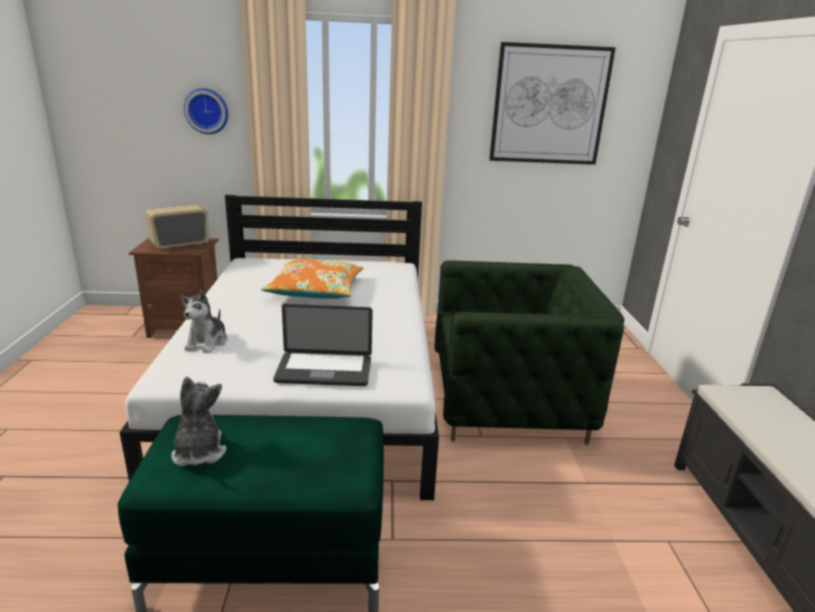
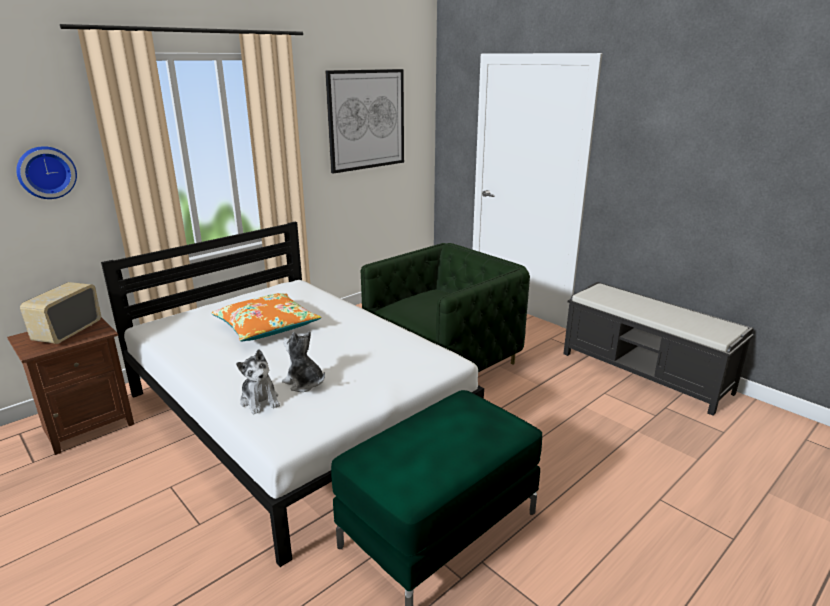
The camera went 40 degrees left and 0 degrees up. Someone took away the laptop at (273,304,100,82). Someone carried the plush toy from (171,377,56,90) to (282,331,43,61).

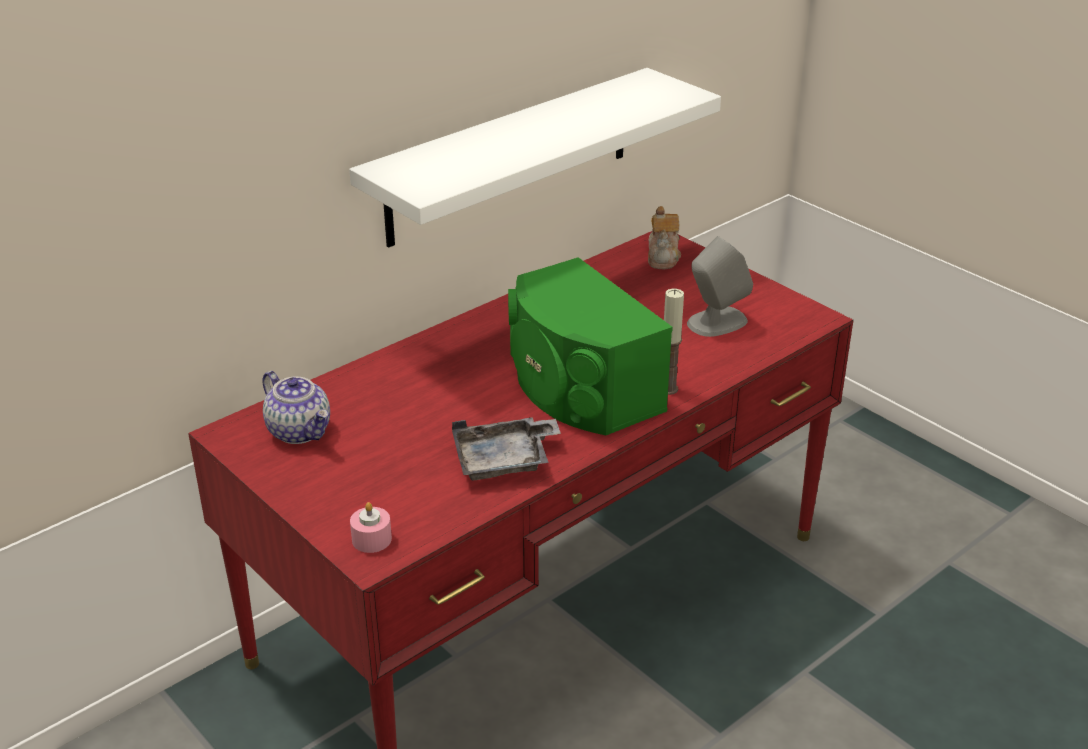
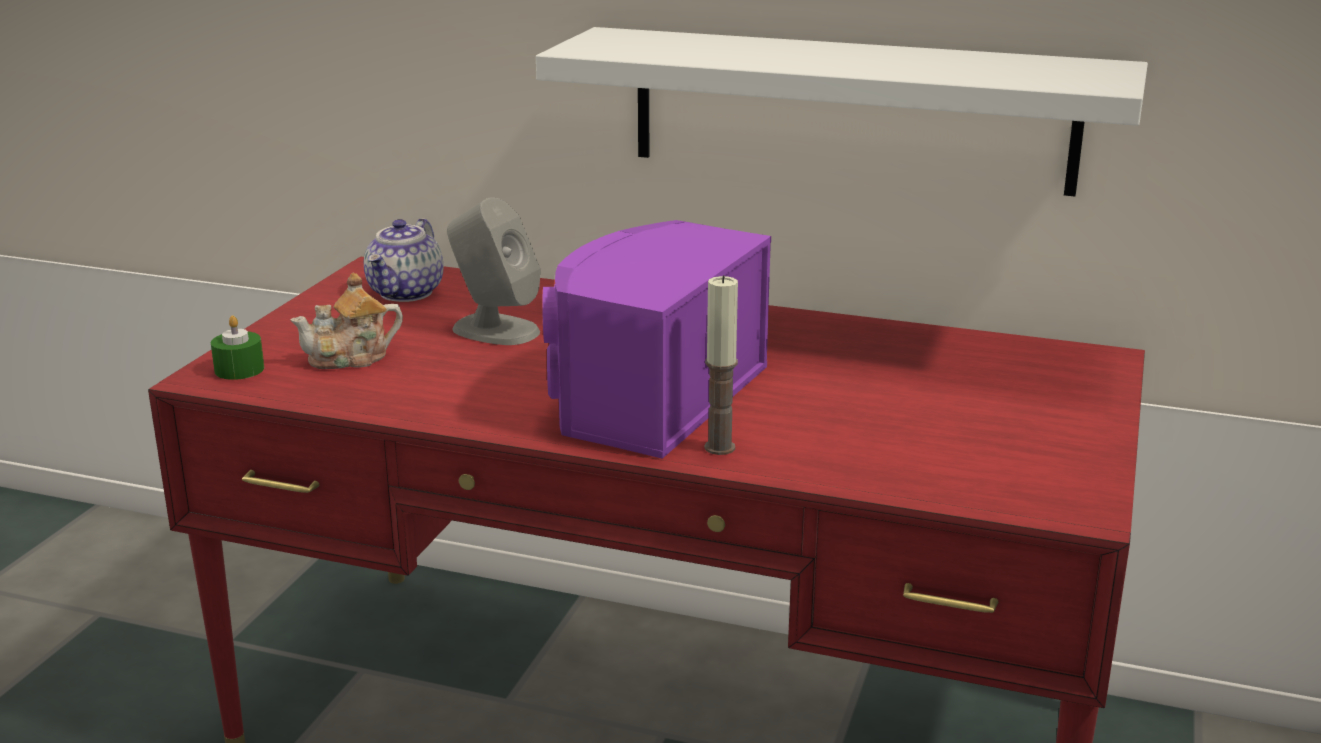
The camera went 60 degrees right and 10 degrees down. Someone carried the teapot from (648,206,33,63) to (290,273,113,96). Someone carried the grey speaker from (687,236,66,101) to (447,197,93,148). Someone repainted the green speaker at (508,257,165,178), which became the purple speaker at (542,220,229,239). Someone took away the grey tray at (452,417,109,63). Someone repainted the pink candle at (350,502,42,51), which became the green candle at (211,316,53,64).

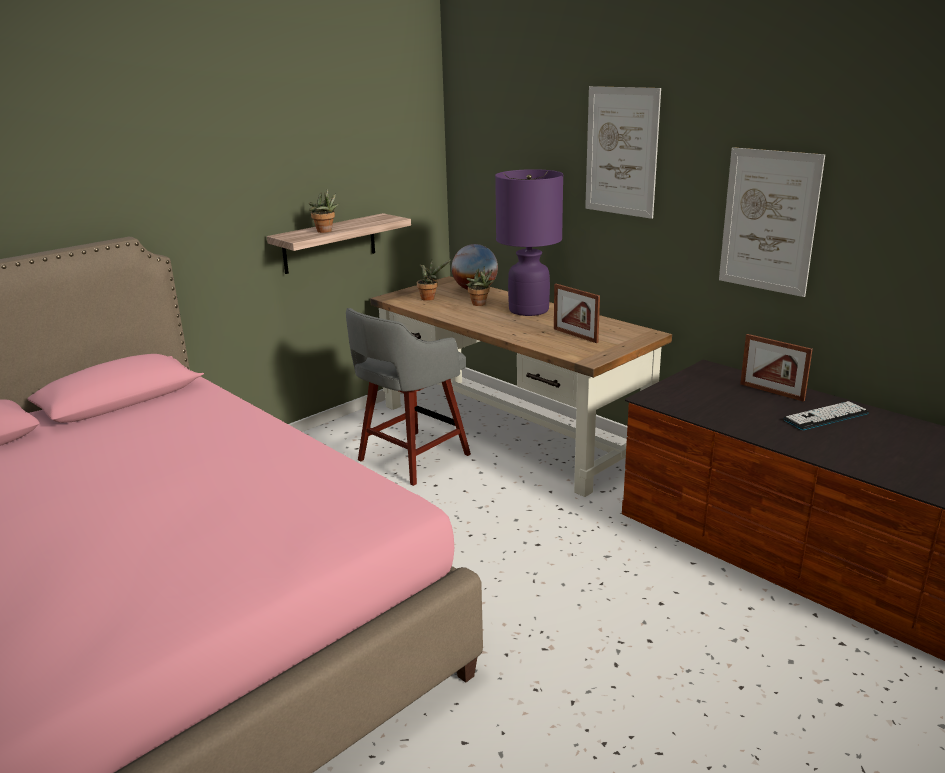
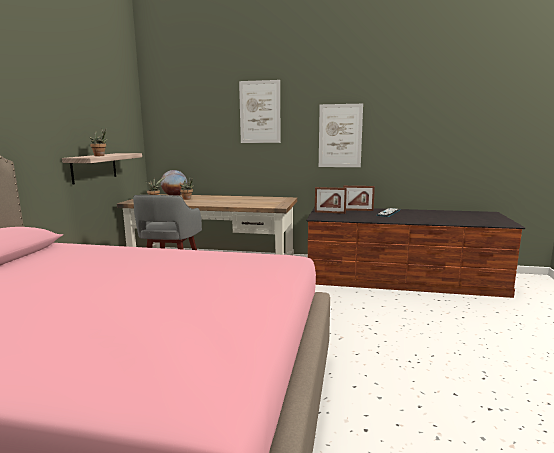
The camera went 35 degrees left and 10 degrees down. Someone took away the purple table lamp at (495,169,68,147). Someone carried the picture frame from (554,284,46,59) to (315,187,32,27).

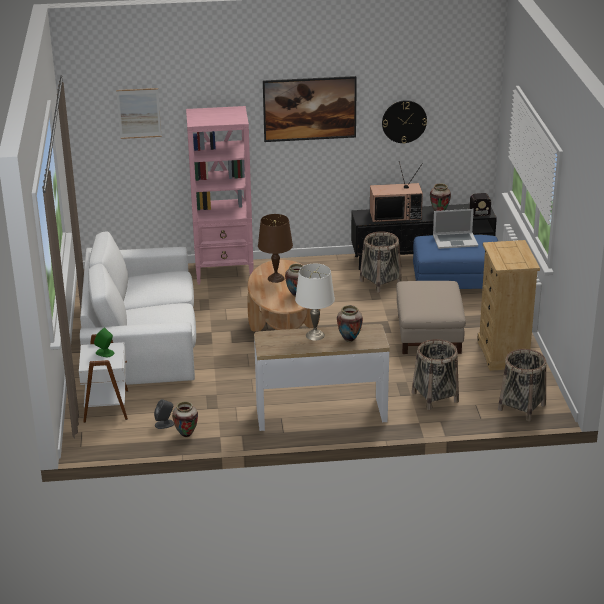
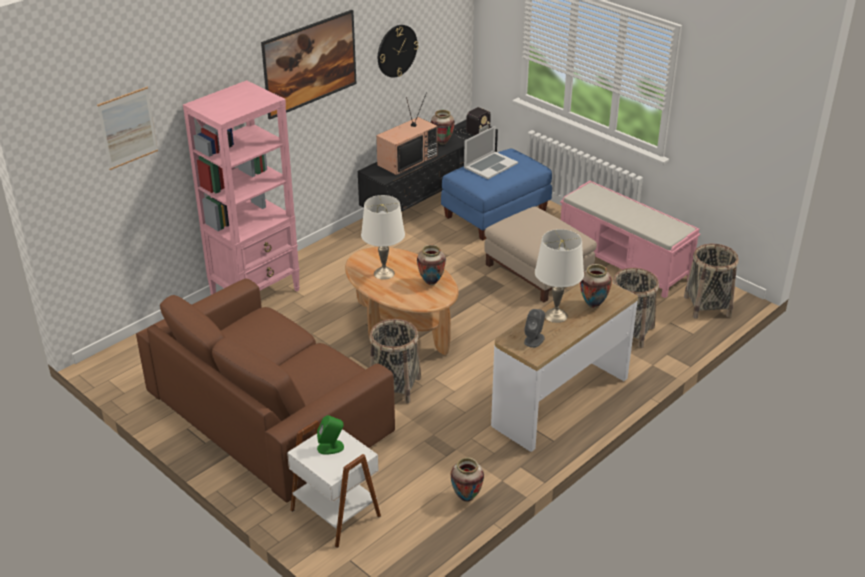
The camera went 40 degrees left and 5 degrees up. Someone repainted the brown table lamp at (258,214,35,69), which became the white table lamp at (361,195,44,85). Someone repainted the white sofa at (80,231,116,154), which became the brown sofa at (136,279,259,224). Someone carried the basket from (360,232,42,61) to (369,319,52,84). Someone swapped the beige dresser at (477,240,63,131) for the pink bench at (560,181,140,117). Someone carried the grey speaker from (154,399,20,30) to (524,309,21,39).

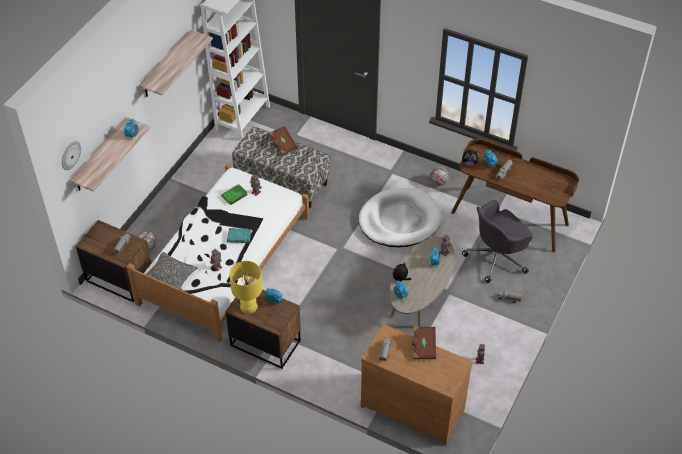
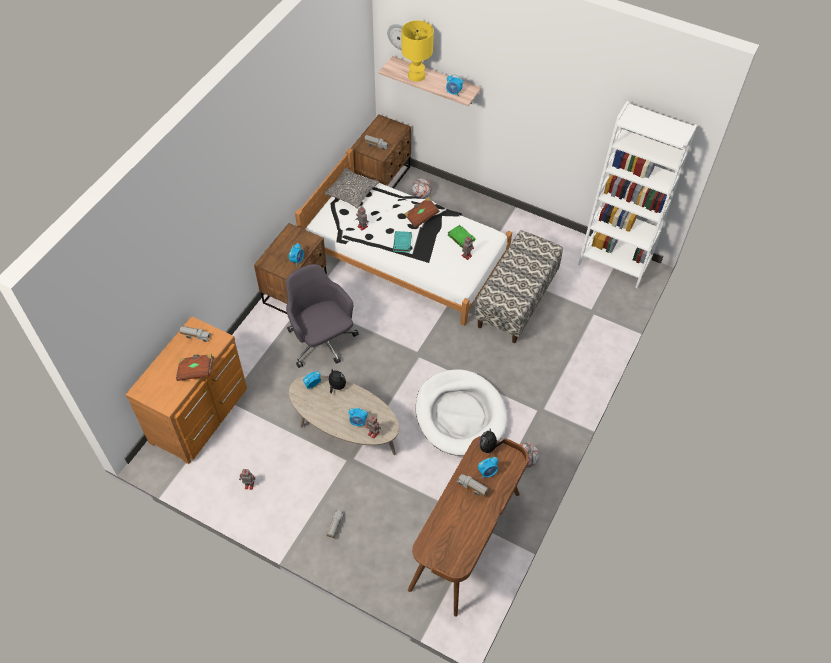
The camera went 90 degrees right and 5 degrees up. Someone took away the shelf at (138,30,75,67). Someone carried the brown book from (269,126,29,29) to (404,197,36,31). Someone carried the grey office chair from (462,200,71,83) to (286,264,73,104). Someone carried the yellow table lamp from (229,261,34,53) to (402,20,32,62).

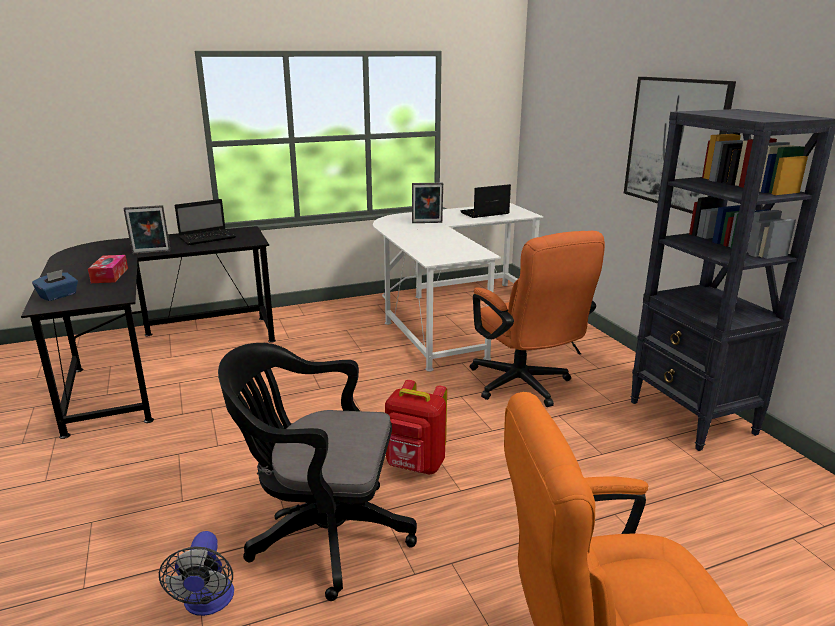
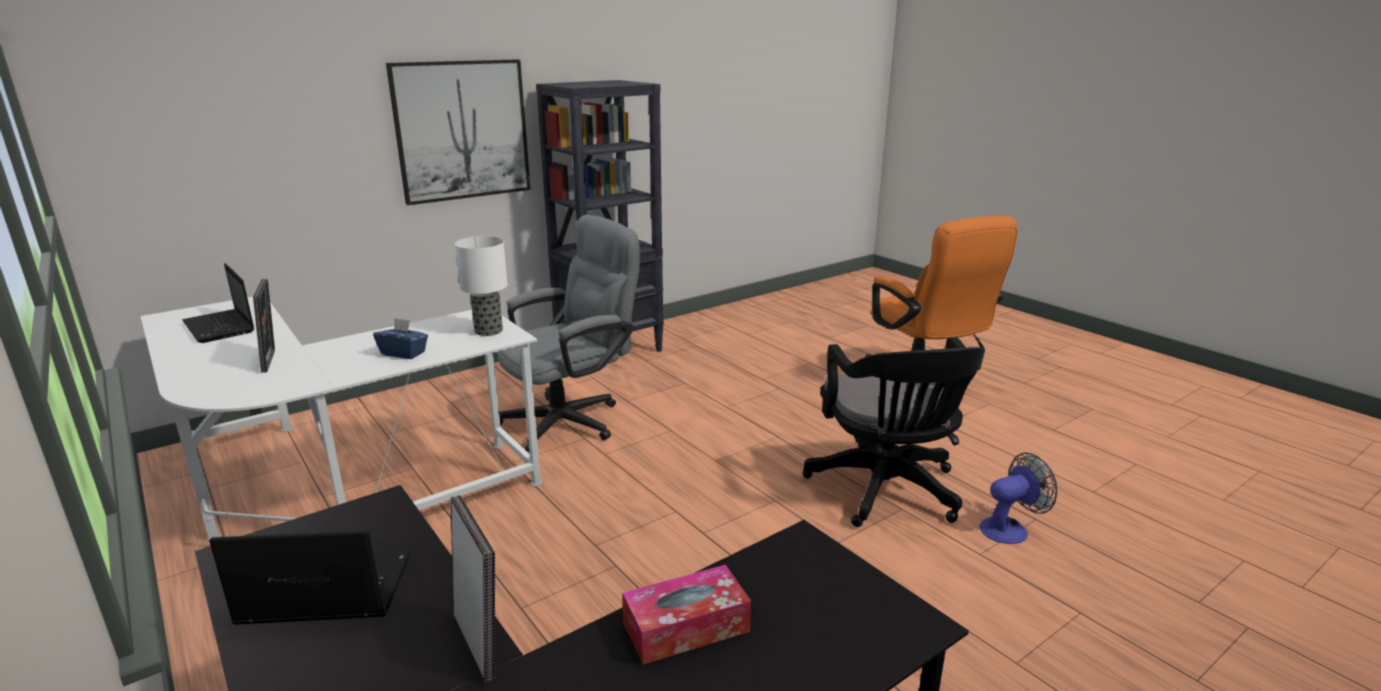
The camera went 105 degrees left and 0 degrees up. Someone rotated the laptop at (175,199,61,46) by 45 degrees counterclockwise. Someone repainted the orange office chair at (470,231,135,176), which became the grey office chair at (497,215,143,238). Someone carried the blue tissue box from (32,269,46,32) to (373,318,55,41). Someone took away the red backpack at (385,380,62,95). Someone put down the table lamp at (455,236,53,100).

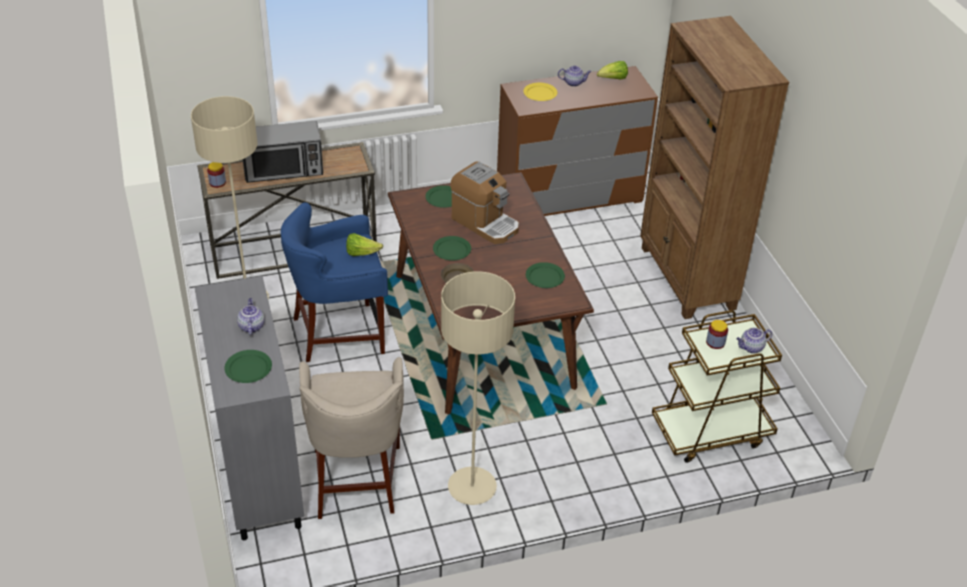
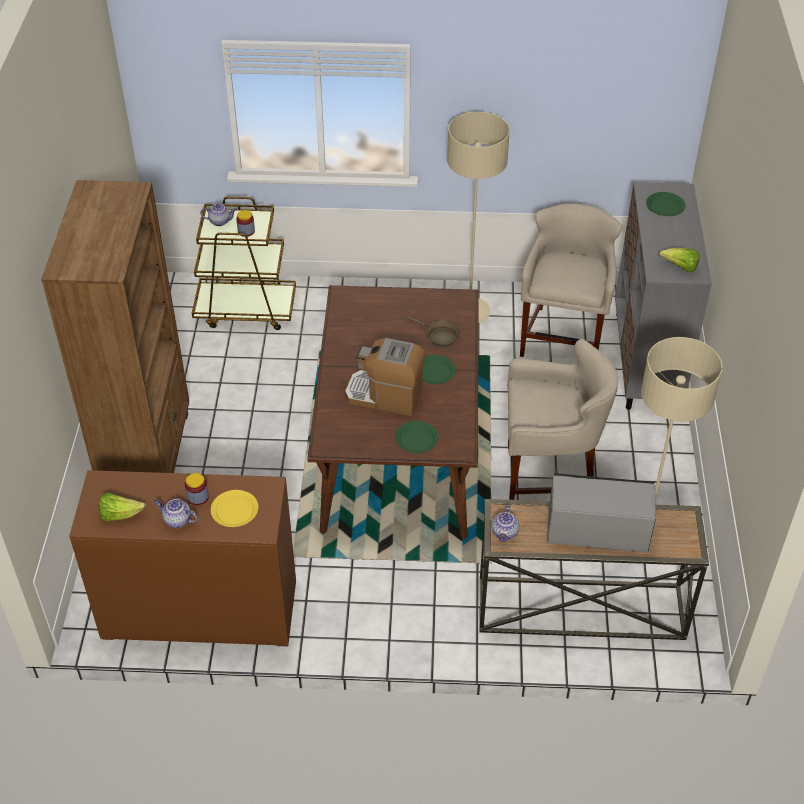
The camera went 160 degrees left and 5 degrees up. Someone rotated the coffee machine at (450,161,69,83) by 45 degrees counterclockwise. Someone carried the jar from (207,162,19,26) to (185,473,24,32). Someone repainted the blue stool at (281,202,107,160), which became the beige stool at (507,339,111,161). Someone carried the lettuce from (346,233,37,23) to (659,248,40,24). Someone took away the green plate at (526,262,39,26). Someone carried the teapot from (237,298,28,37) to (491,505,28,37).

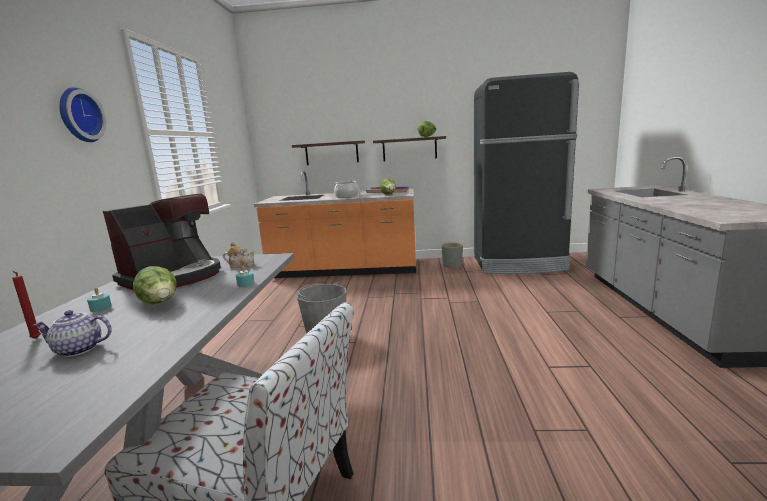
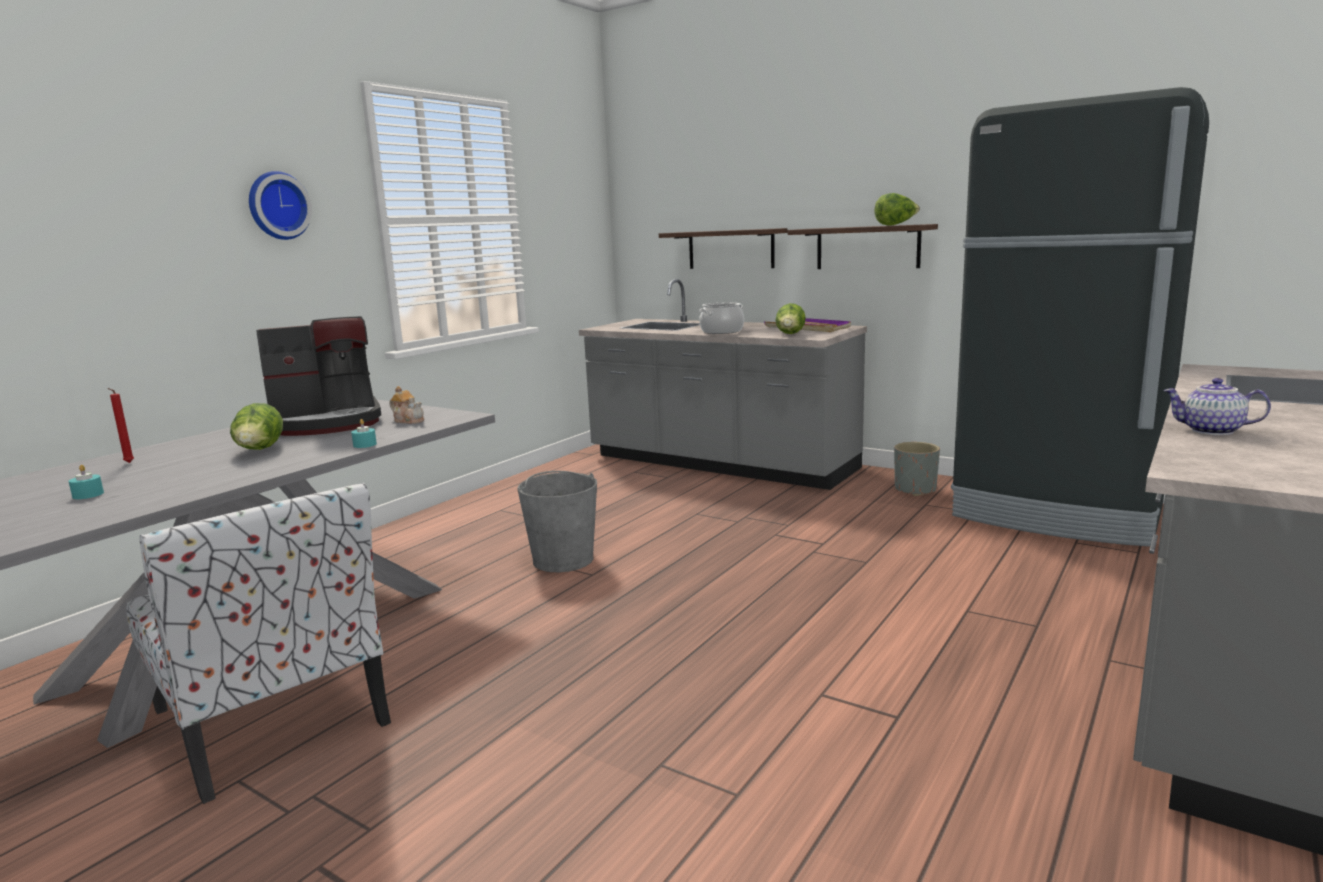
The camera went 30 degrees right and 0 degrees up. Someone repainted the orange counter at (254,171,162,107), which became the grey counter at (579,279,288,211). Someone carried the turquoise candle from (87,288,25,24) to (68,465,36,34). Someone carried the teapot from (33,310,79,47) to (1163,378,108,57).

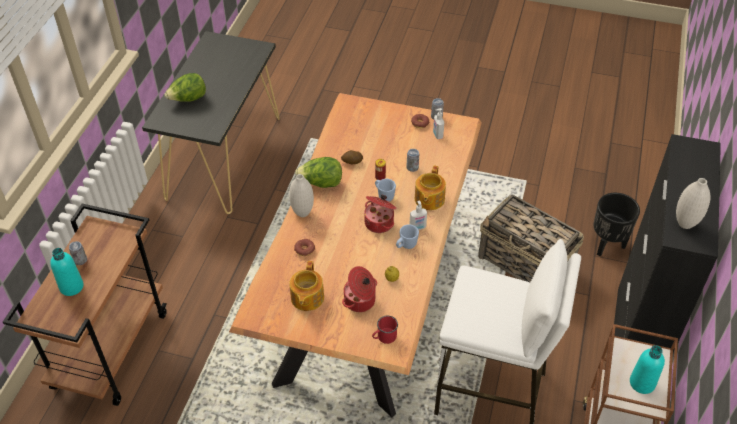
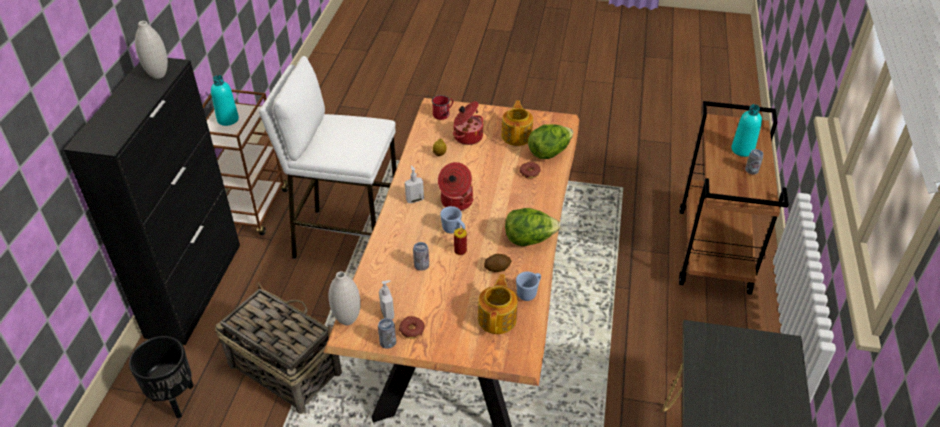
The camera went 175 degrees right and 5 degrees down. Someone carried the lettuce from (165,73,41,29) to (528,124,45,35). Someone carried the teapot from (415,166,31,44) to (478,274,40,60). Someone carried the white vase from (289,174,25,43) to (328,271,33,54). Someone carried the blue mug from (396,224,23,25) to (516,272,25,29).

